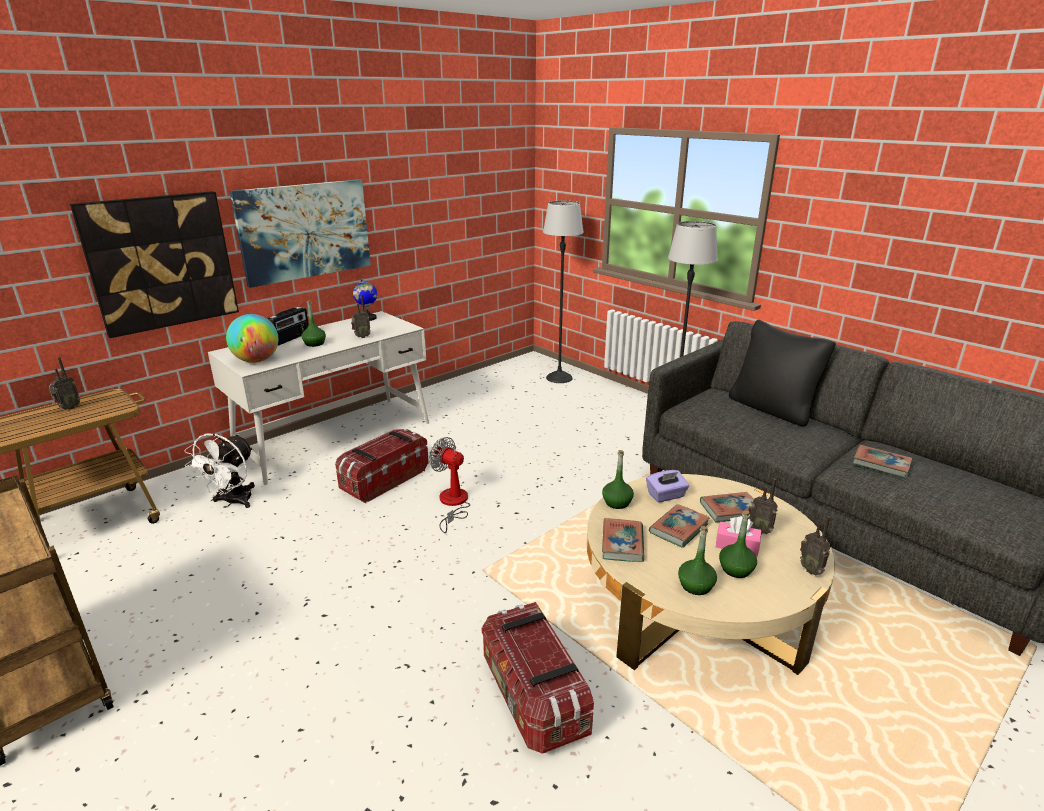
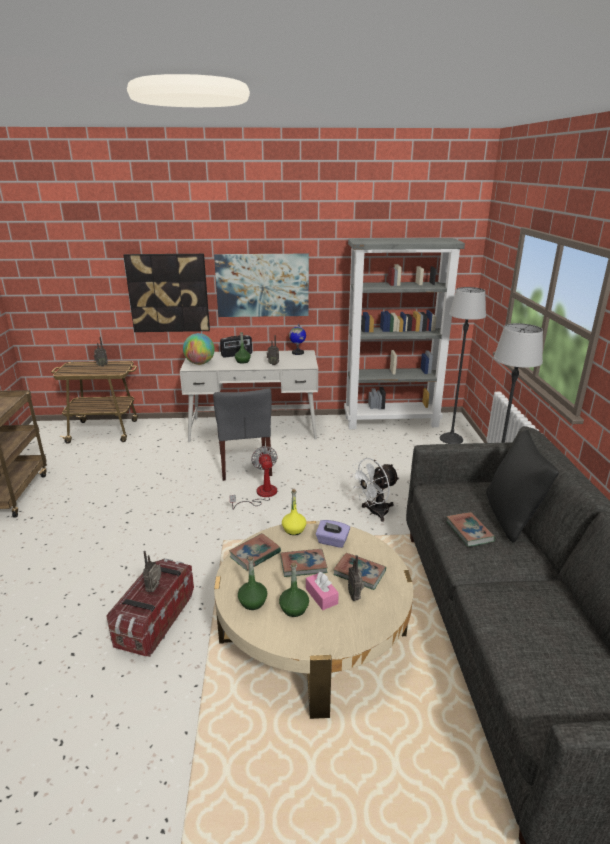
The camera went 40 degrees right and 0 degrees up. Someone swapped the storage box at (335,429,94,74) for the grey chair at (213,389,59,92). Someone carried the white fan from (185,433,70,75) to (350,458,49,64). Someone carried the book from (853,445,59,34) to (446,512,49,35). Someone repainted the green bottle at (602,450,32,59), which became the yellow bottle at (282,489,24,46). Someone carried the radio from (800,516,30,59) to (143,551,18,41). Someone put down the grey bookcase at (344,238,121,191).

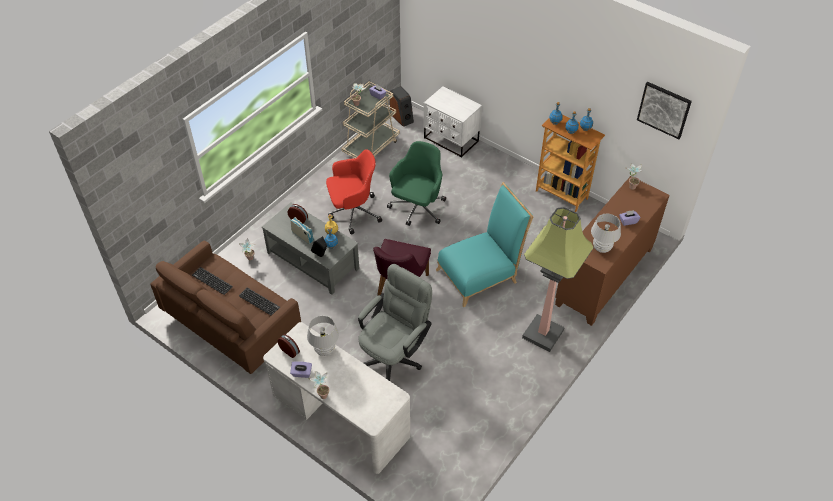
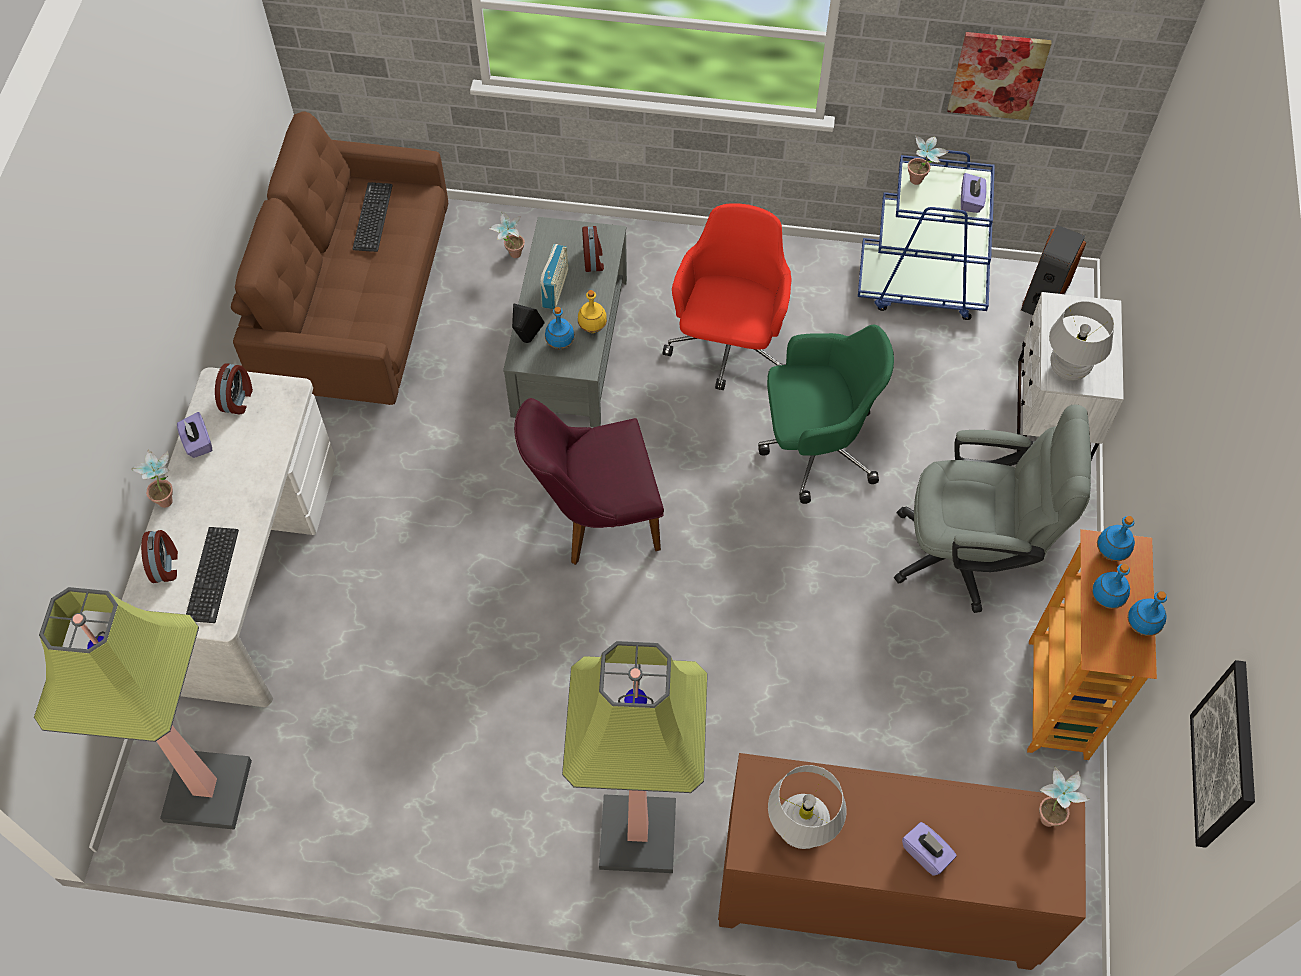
The camera went 60 degrees right and 10 degrees up. Someone repainted the beige cart at (341,81,59,77), which became the blue cart at (858,149,137,171). Someone rotated the red office chair at (326,149,56,85) by 120 degrees counterclockwise. Someone took away the turquoise chair at (436,182,98,125). Someone carried the grey office chair from (358,264,74,117) to (894,404,197,209). Someone carried the keyboard from (239,287,41,29) to (186,527,53,96). Someone carried the white table lamp from (307,316,32,40) to (1049,301,65,80). Someone put up the picture at (947,32,104,88). Someone put down the alarm clock at (141,530,37,53). Someone put down the floor lamp at (34,587,218,243).

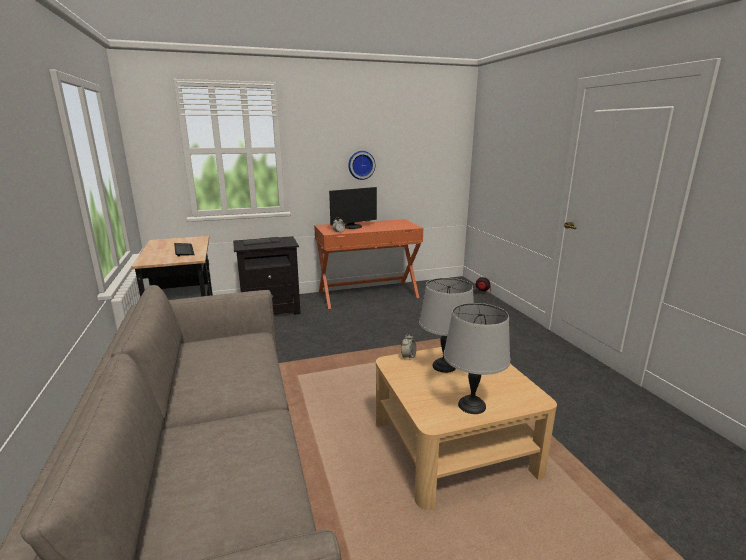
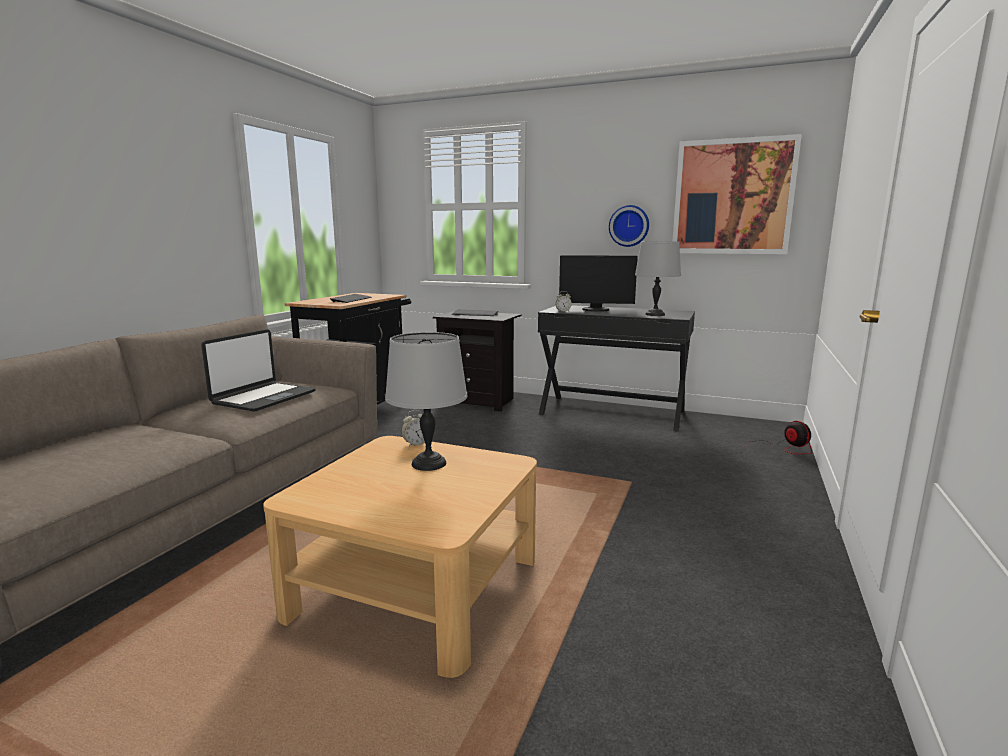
The camera went 40 degrees right and 5 degrees down. Someone repainted the orange desk at (314,219,110,90), which became the black desk at (538,305,157,126). Someone carried the grey table lamp from (443,303,67,111) to (635,241,46,75). Someone put up the picture at (673,134,129,120). Someone put down the laptop at (201,329,115,83).

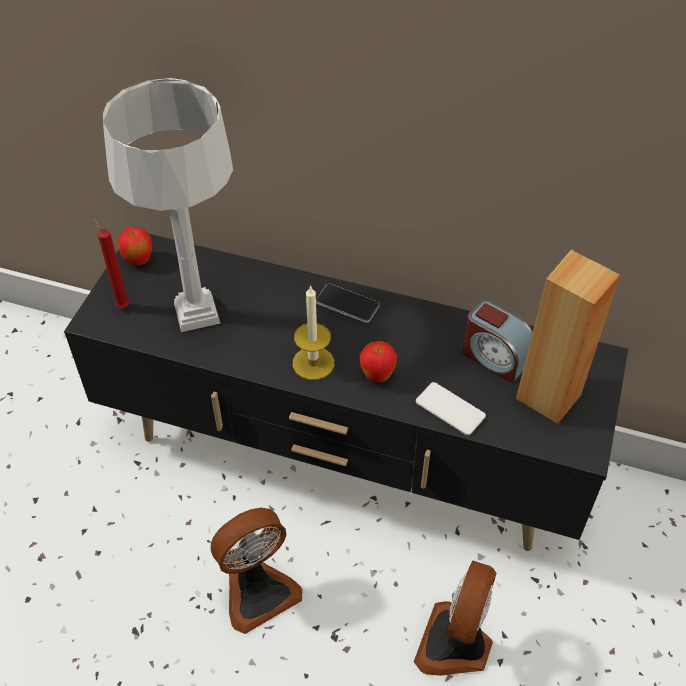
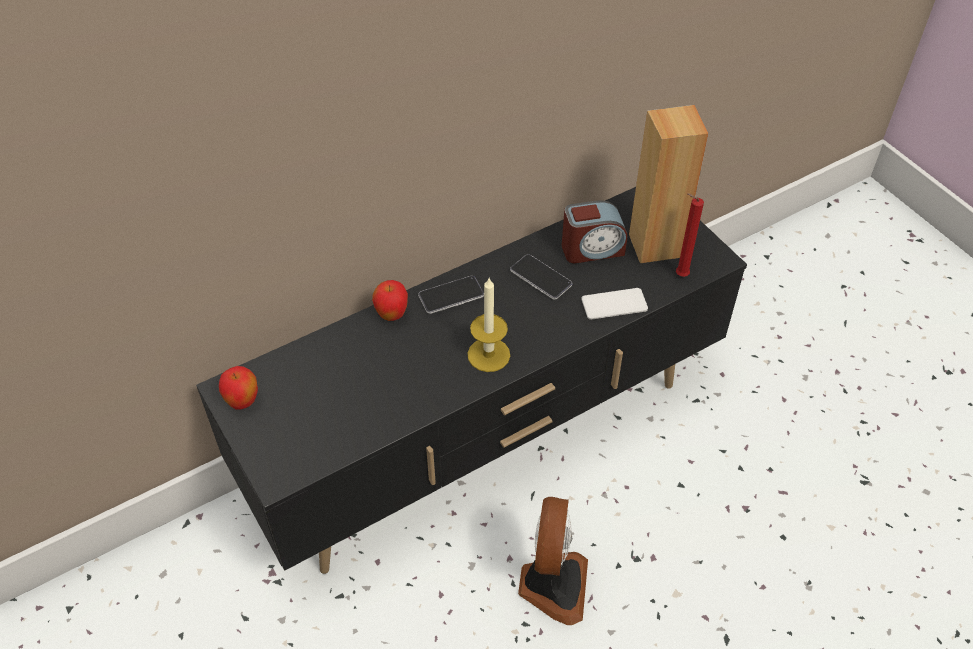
The camera went 50 degrees left and 0 degrees up. Someone took away the grey table lamp at (103,78,130,254). Someone carried the red candle from (93,218,37,90) to (676,193,28,84). Someone carried the apple from (360,341,37,42) to (372,280,36,41). Someone took away the fan at (414,561,82,115). Someone put down the phone at (510,254,62,46).

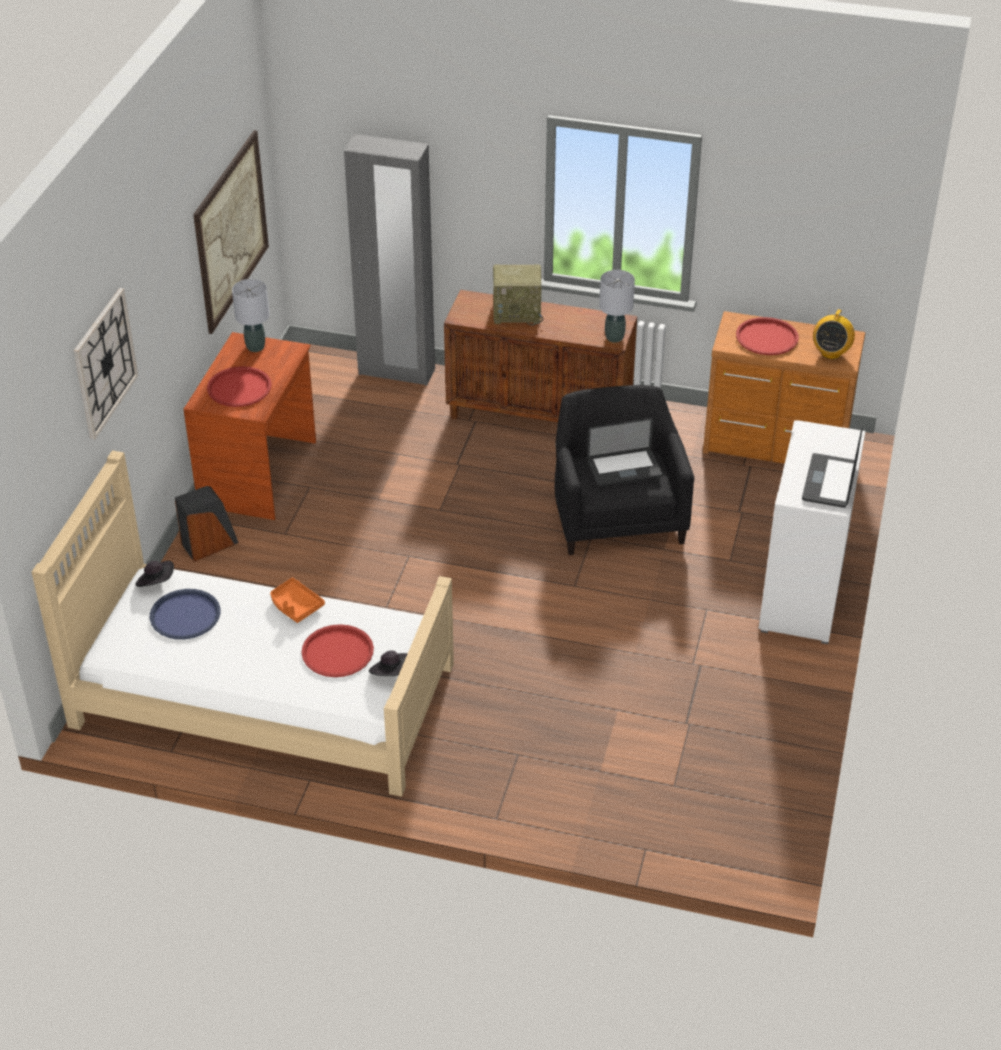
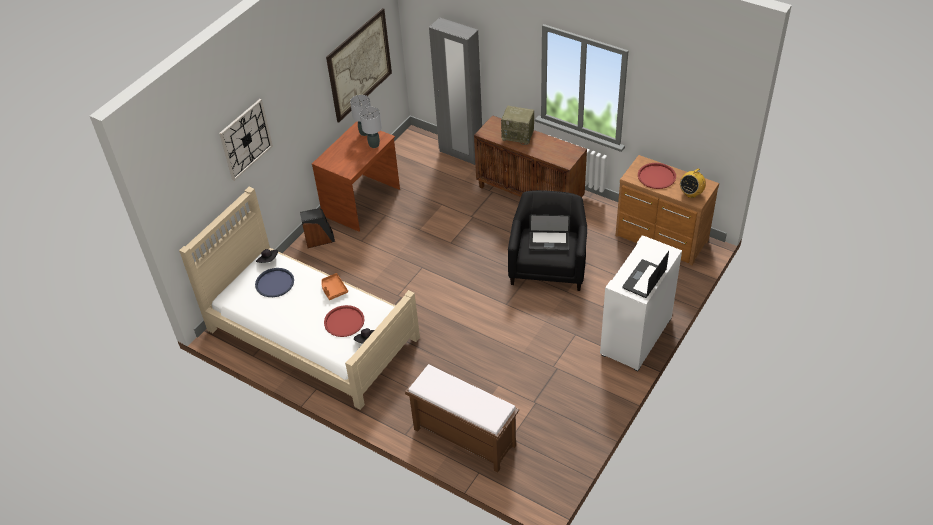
The camera went 20 degrees right and 5 degrees up. Someone carried the grey table lamp from (599,270,36,73) to (360,107,22,41). Someone took away the red tray at (207,366,65,41). Someone put down the brown bench at (405,364,114,108).

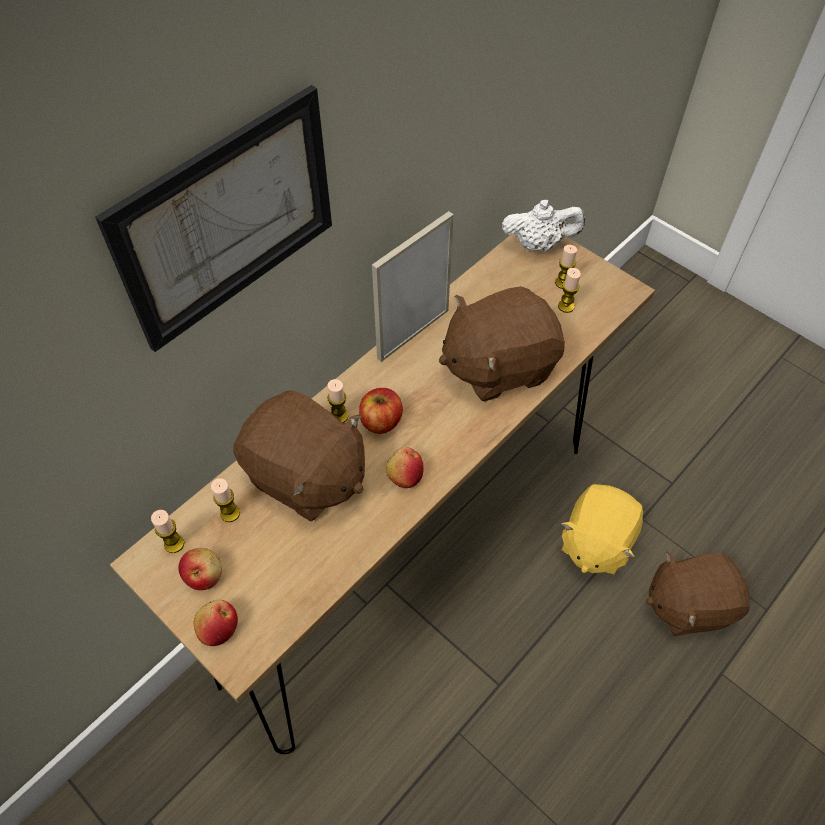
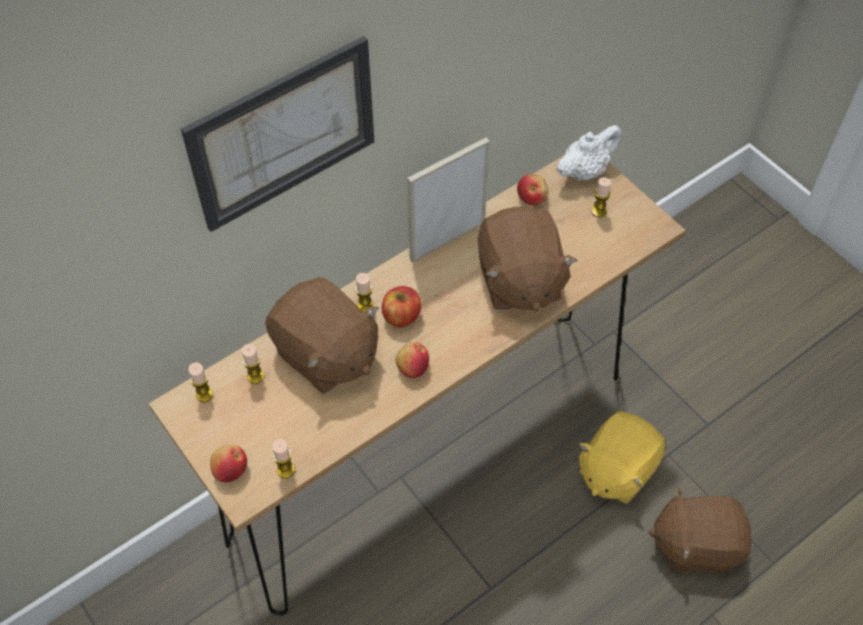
The camera went 10 degrees right and 0 degrees up. Someone rotated the white teapot at (502,200,83,52) by 45 degrees counterclockwise. Someone carried the candle from (558,268,23,45) to (272,439,23,39). Someone rotated the brown plush toy at (439,286,126,116) by 90 degrees counterclockwise. Someone carried the apple from (178,548,44,42) to (517,174,31,31).

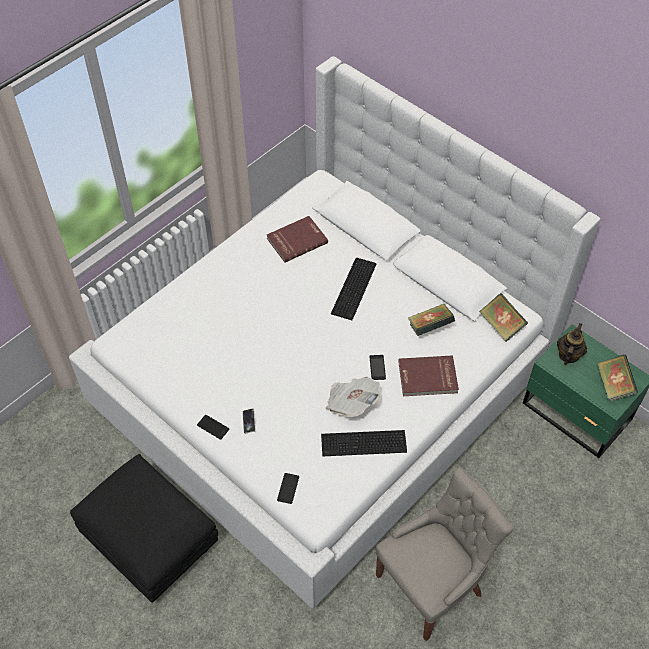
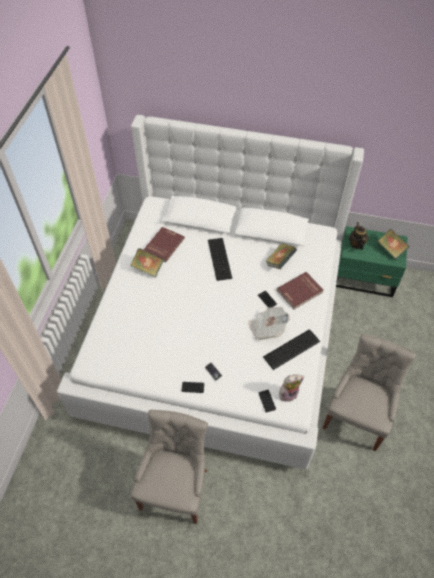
The camera went 30 degrees left and 0 degrees up. Someone carried the book from (479,293,49,49) to (130,248,34,29). Someone swapped the black ottoman at (70,454,148,149) for the grey chair at (131,410,77,114). Someone put down the plush toy at (279,374,25,28).

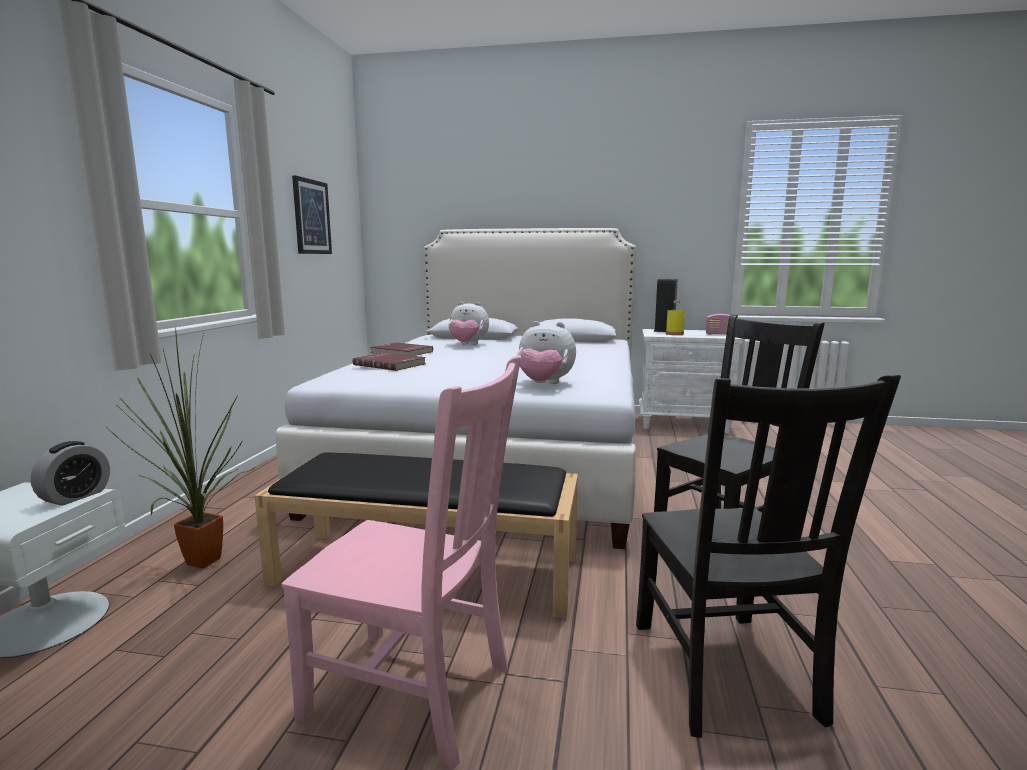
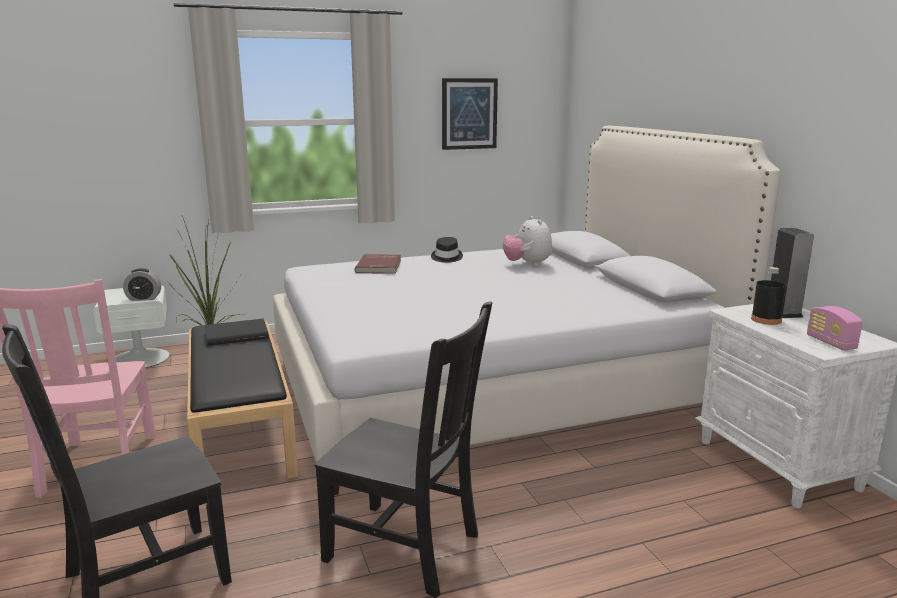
The camera went 60 degrees right and 5 degrees up. Someone repainted the yellow bottle at (666,300,19,35), which became the black bottle at (751,267,36,58). Someone took away the plush toy at (517,321,59,63). Someone swapped the red book at (370,342,63,14) for the black hat at (431,237,32,26). Someone put down the black book at (205,319,64,27).

